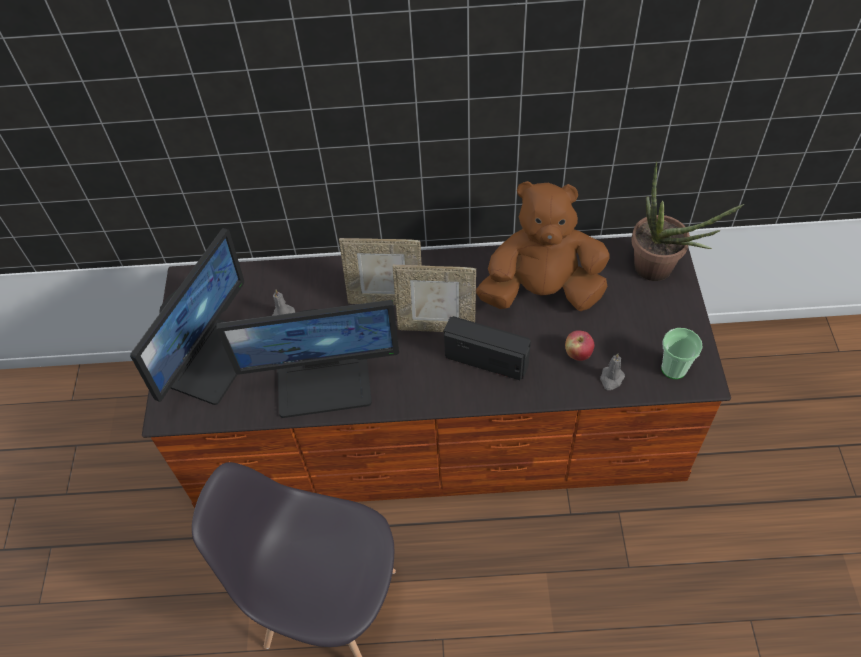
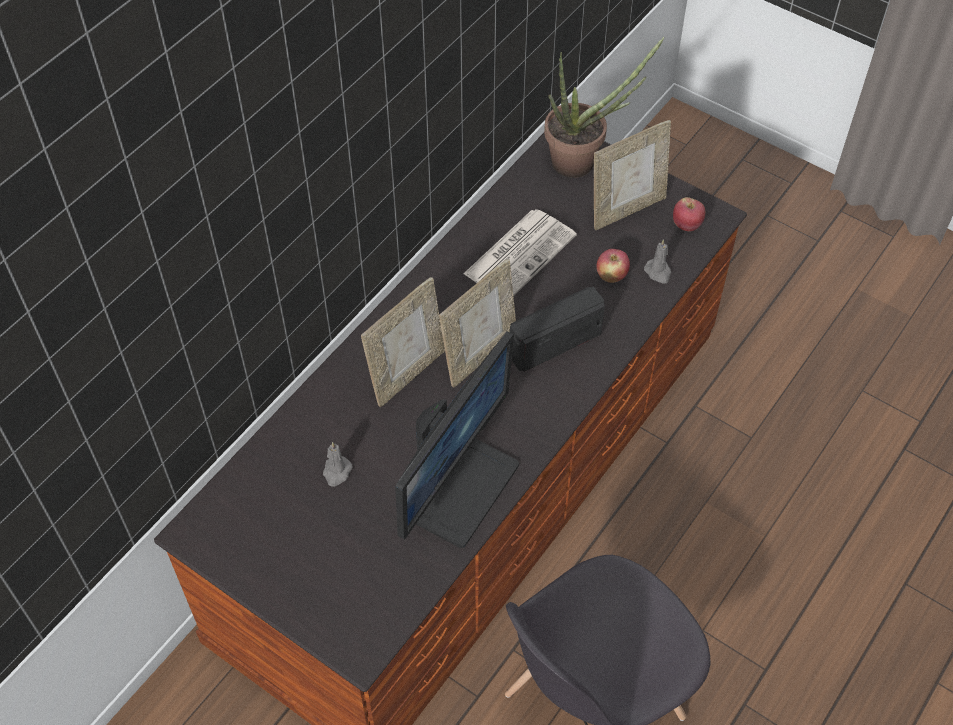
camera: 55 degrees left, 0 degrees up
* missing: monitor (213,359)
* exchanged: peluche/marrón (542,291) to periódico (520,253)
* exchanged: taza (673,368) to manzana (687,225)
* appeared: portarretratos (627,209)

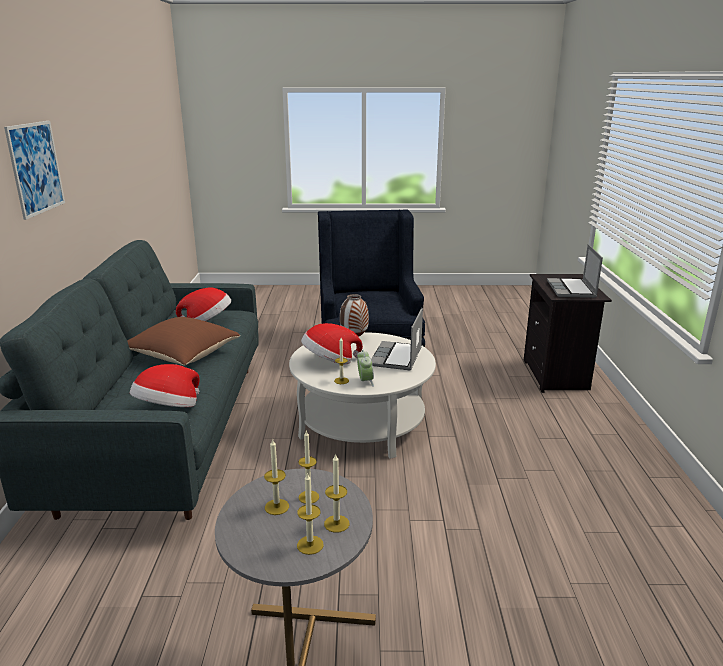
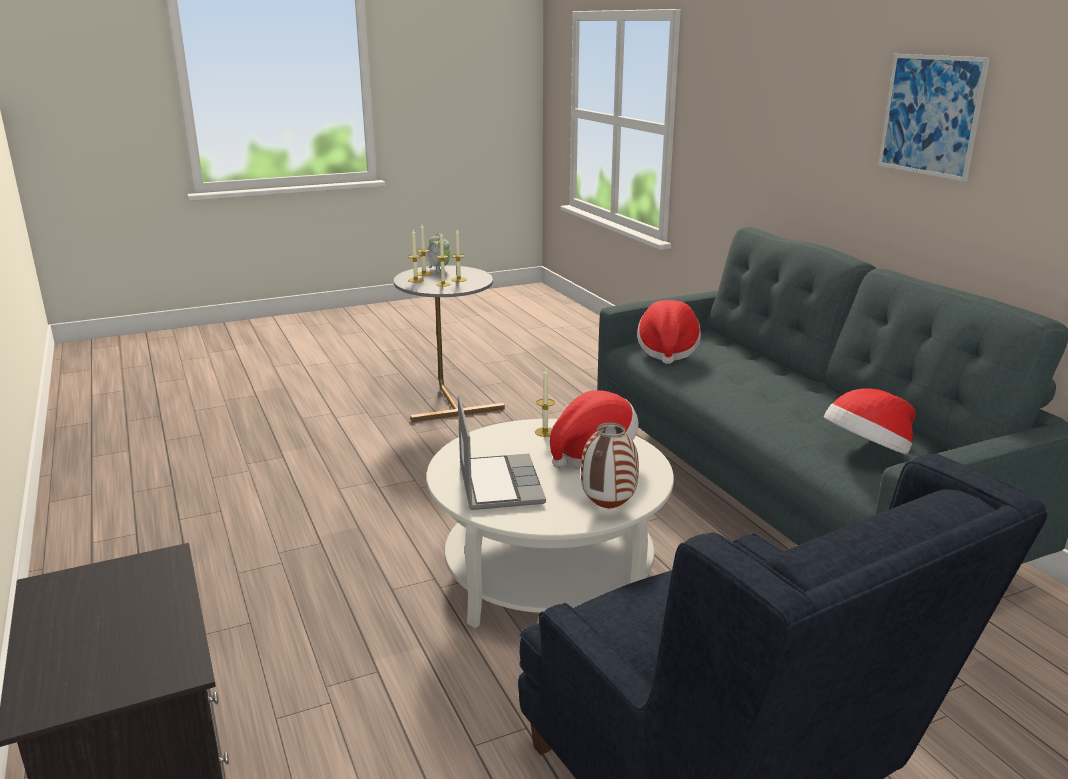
camera: 155 degrees right, 0 degrees up
* missing: cojín/marrón (181,357)
* relocated: despertador (365,381) to (439,268)
* missing: portátil (572,289)

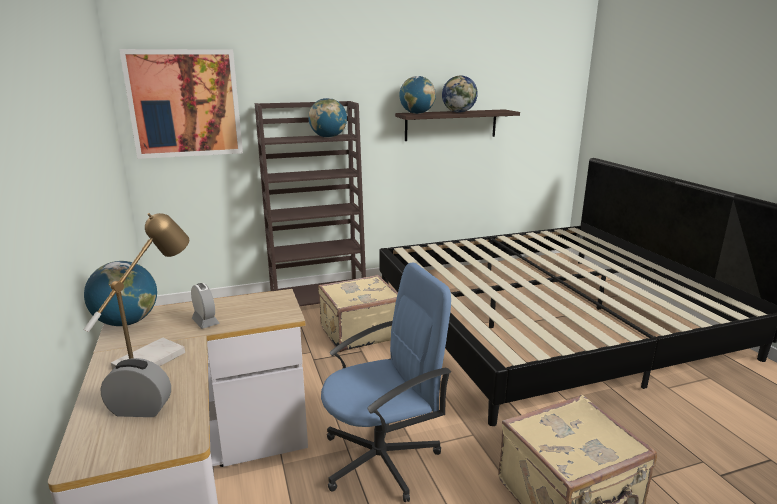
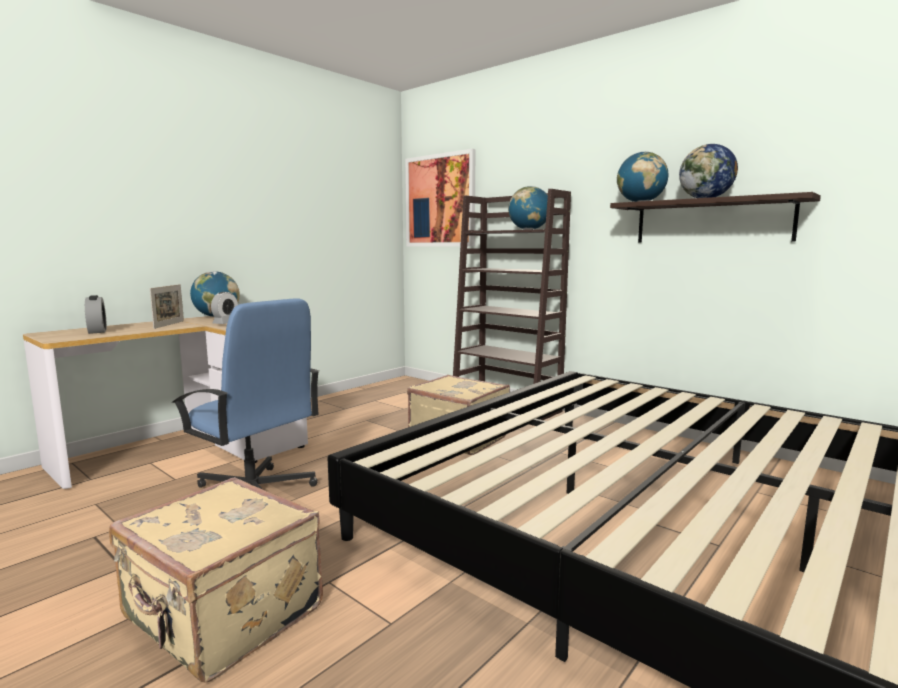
camera: 60 degrees right, 10 degrees down
* exchanged: lámpara de mesa (156,356) to portarretratos (169,324)

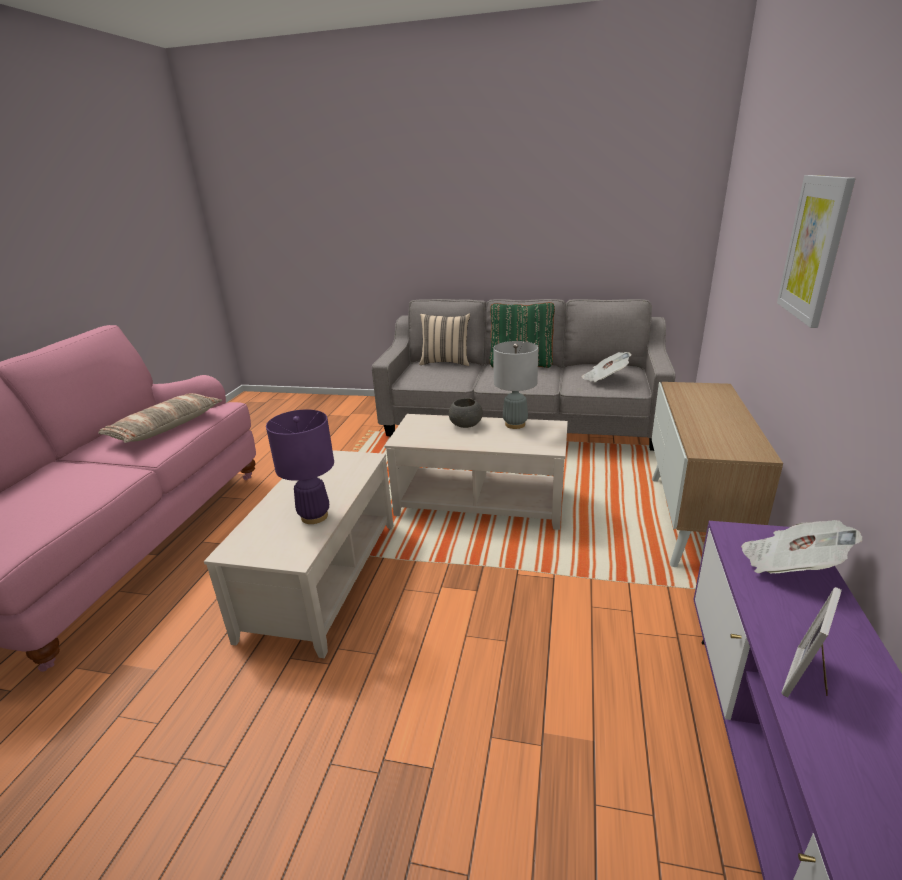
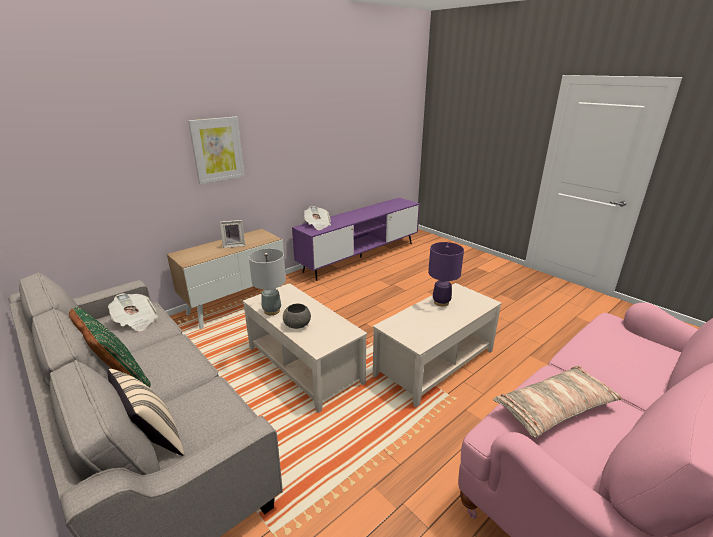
camera: 145 degrees left, 0 degrees up
* relocated: portarretratos (809,678) to (234,245)

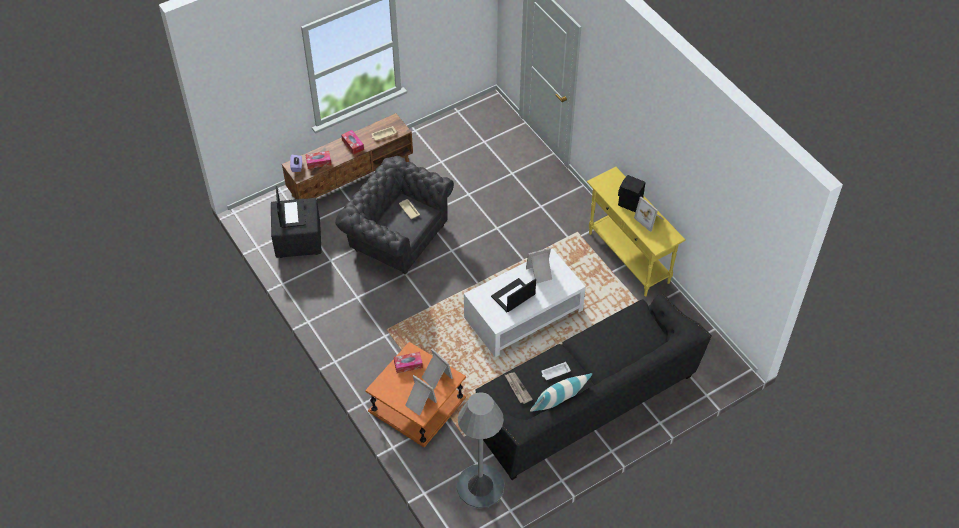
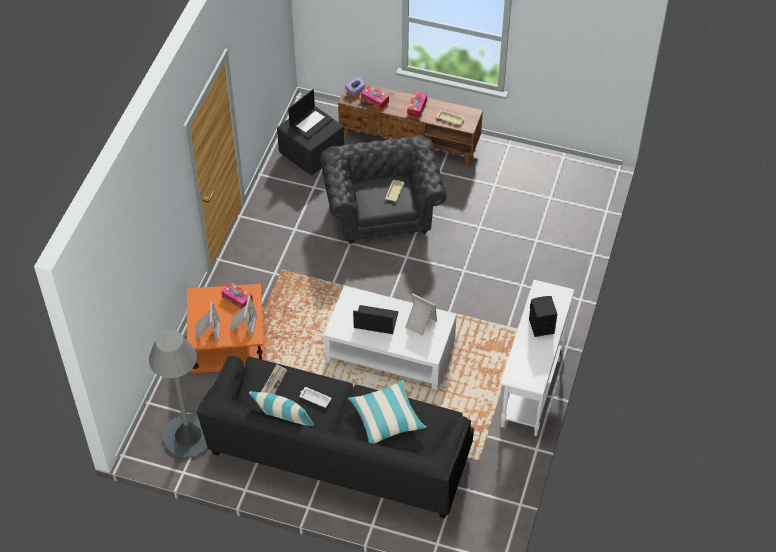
camera: 50 degrees right, 0 degrees up
* colour: mesa consola/amarillo (628,258) to mesa consola/blanco (531,386)
* missing: portarretratos (650,219)
* appeared: cojín (386,418)

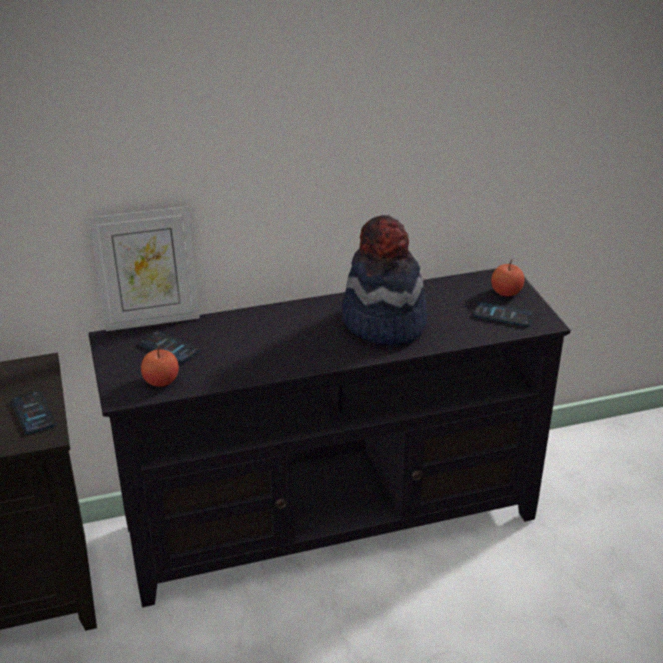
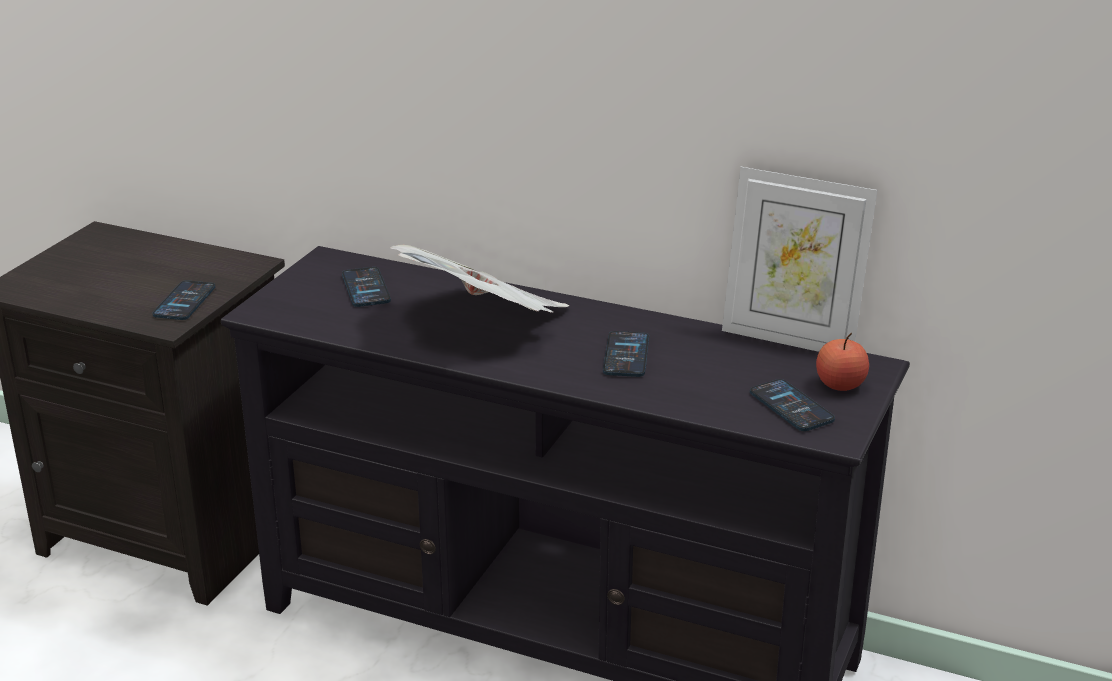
camera: 40 degrees right, 5 degrees down
* relocated: portarretratos (152,319) to (790,338)
* missing: manzana (161,381)
* exchanged: sombrero (383,323) to móvil (626,355)
* appeared: periódico (484,322)

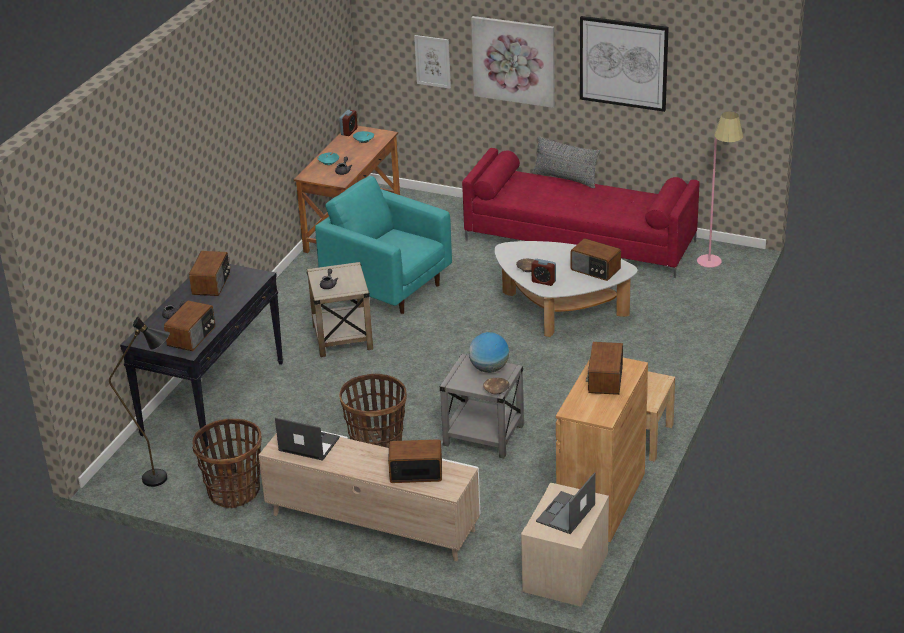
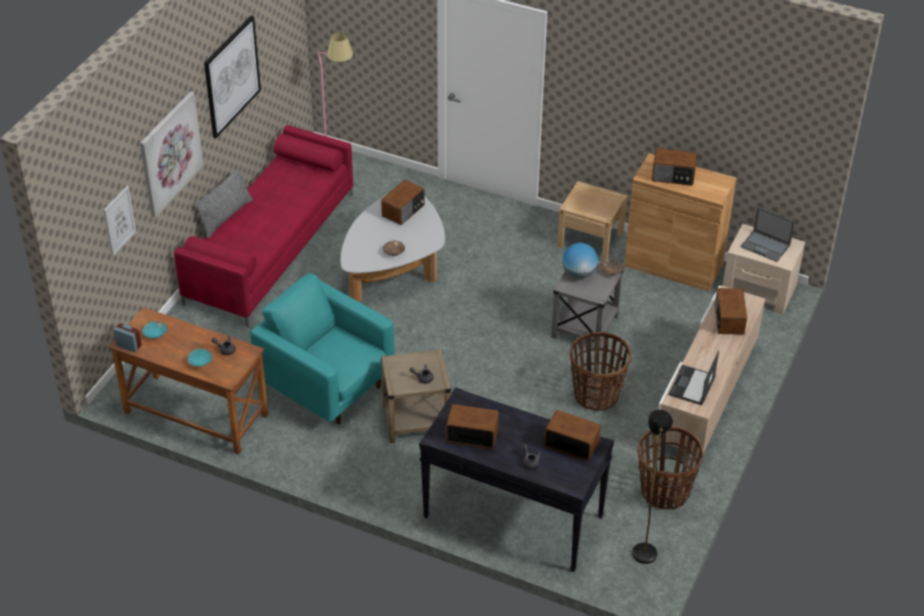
camera: 90 degrees left, 10 degrees up
* spun: sillón/turquesa (388,287) = (327,385) 90 degrees clockwise
* missing: despertador (543,281)

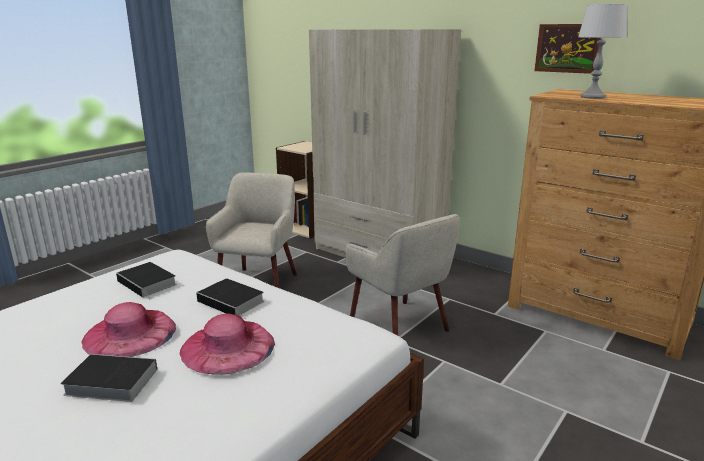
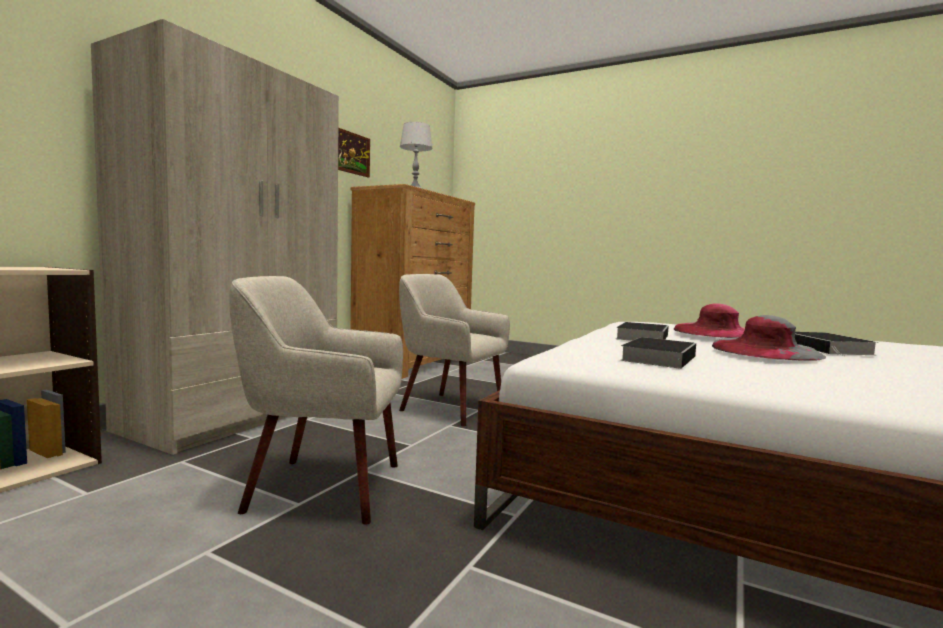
camera: 100 degrees left, 15 degrees down
* colour: sombrero/rosa (130,333) to sombrero/gris (765,350)
* spun: sillón/beis (400,326) = (450,408) 105 degrees counterclockwise

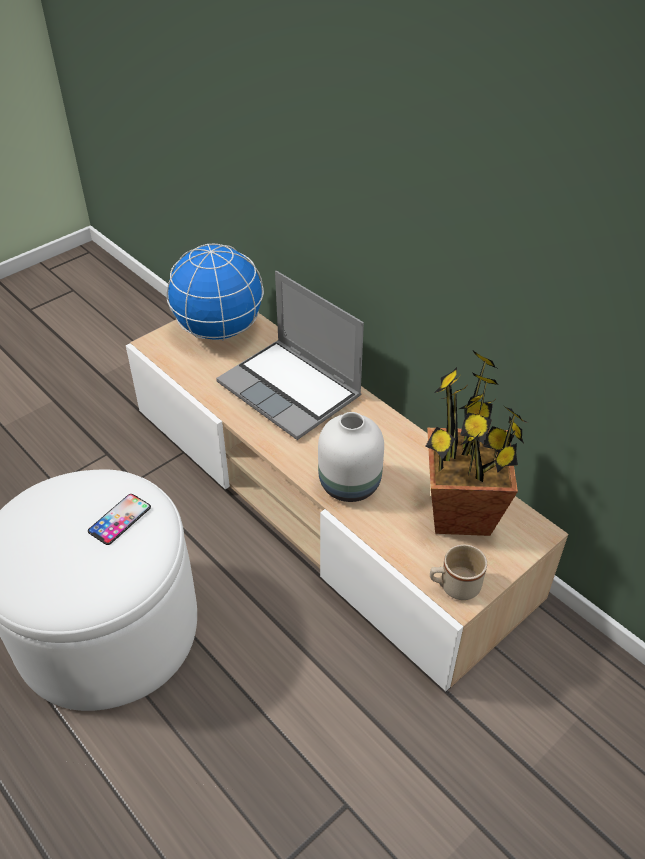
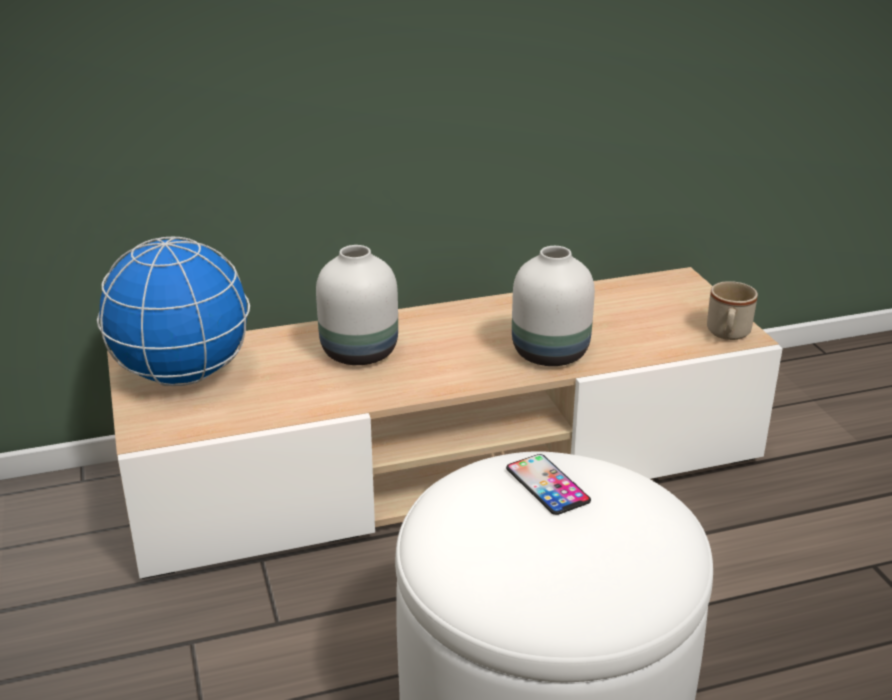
camera: 65 degrees left, 15 degrees down
* exchanged: portátil (291,390) to florero/blanco (360,351)
* missing: planta en maceta (462,513)

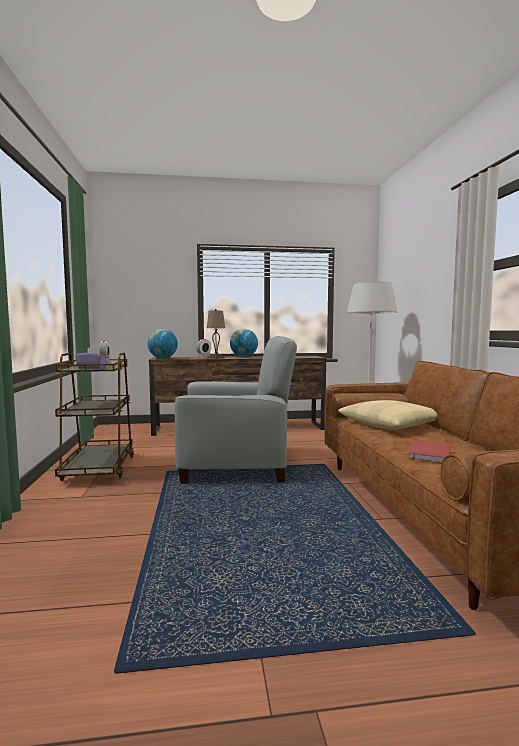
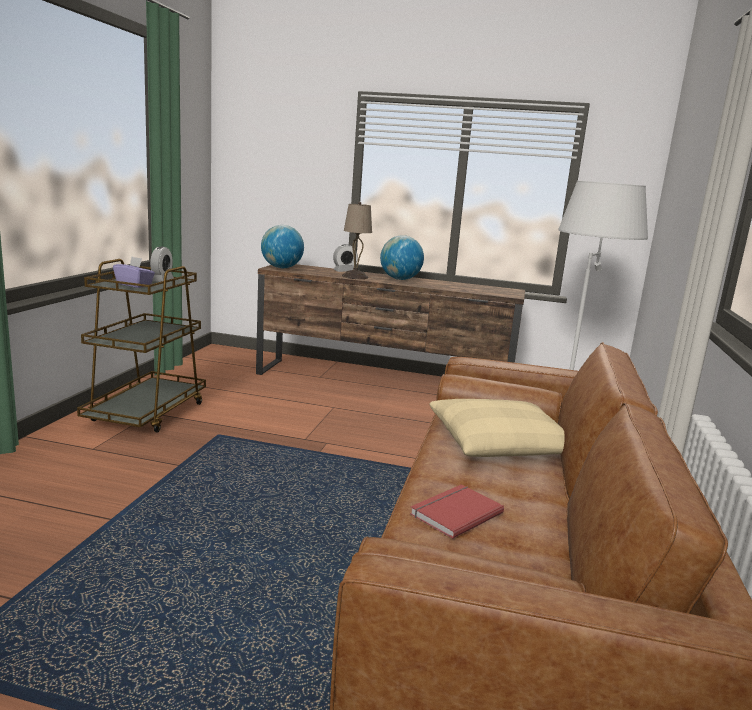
camera: 20 degrees right, 10 degrees up
* missing: sillón/gris (236,465)

